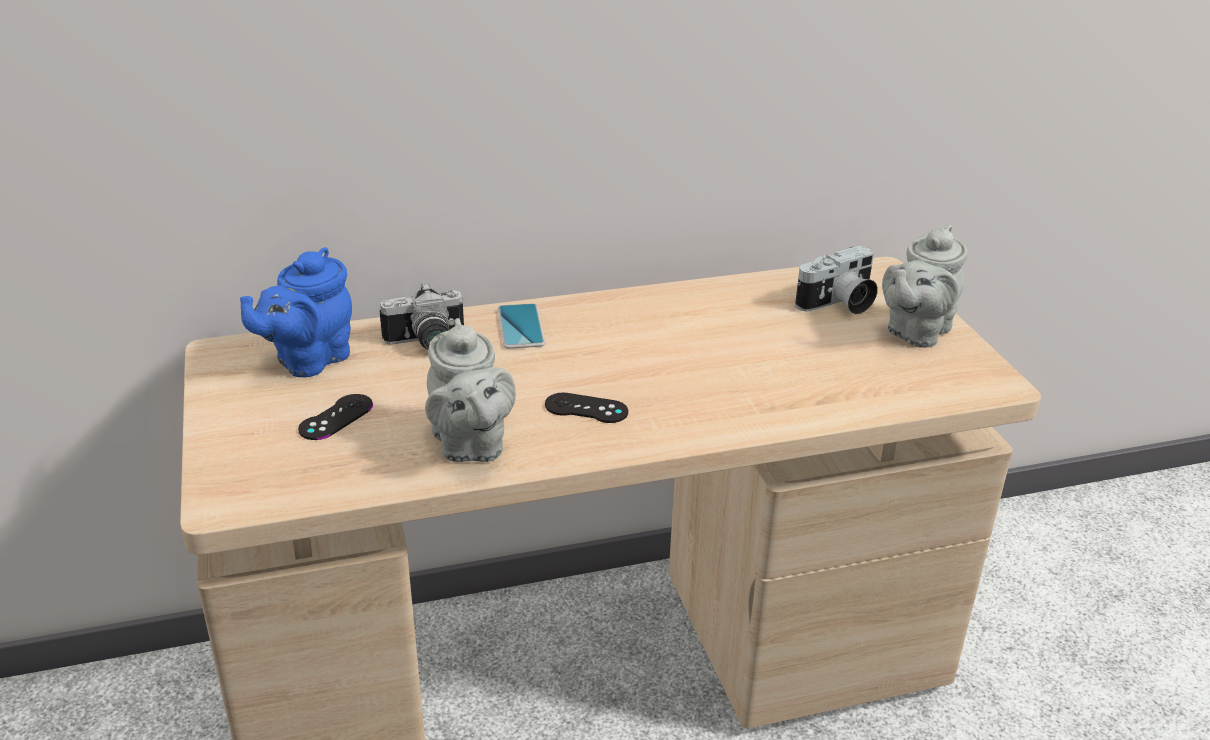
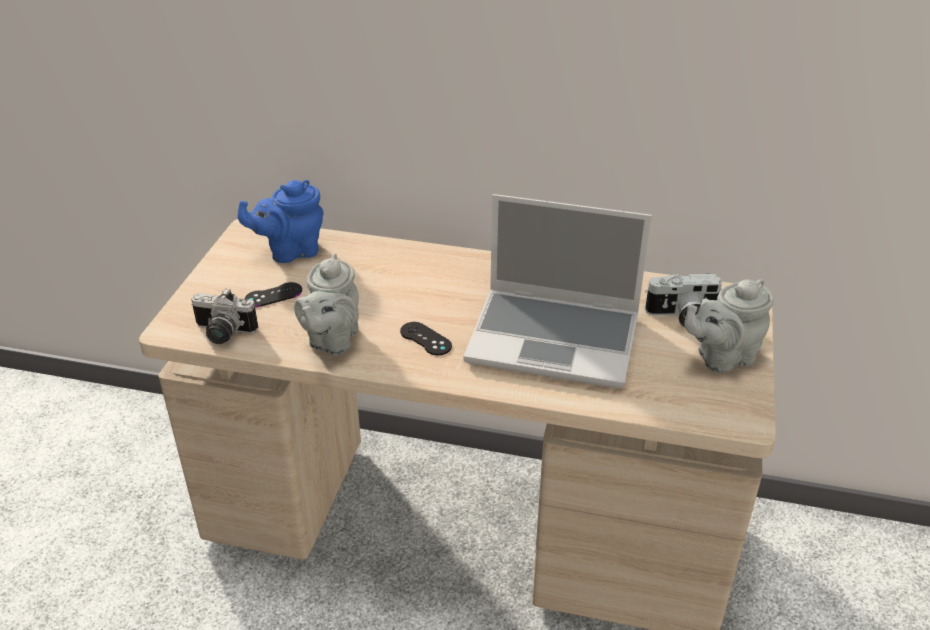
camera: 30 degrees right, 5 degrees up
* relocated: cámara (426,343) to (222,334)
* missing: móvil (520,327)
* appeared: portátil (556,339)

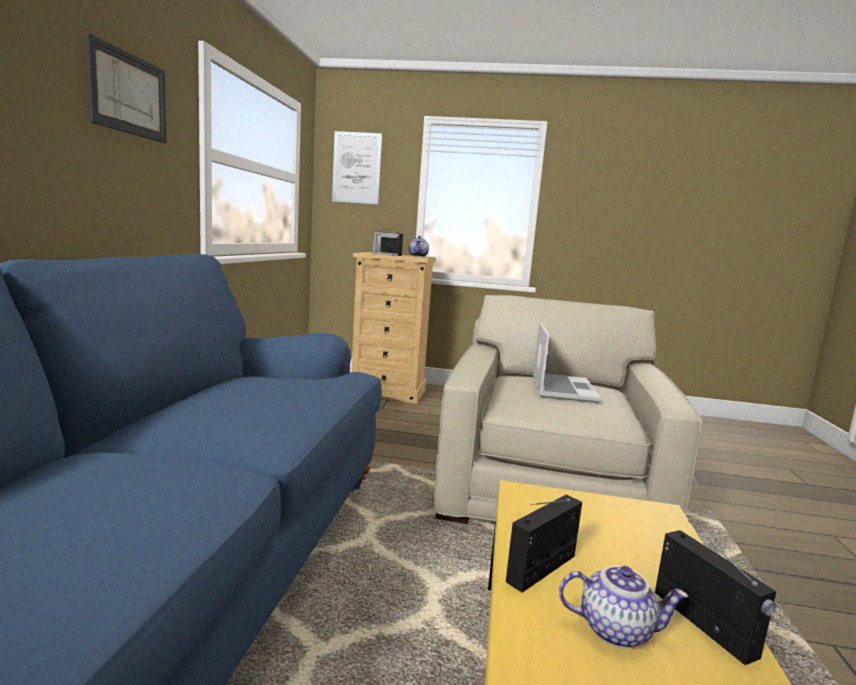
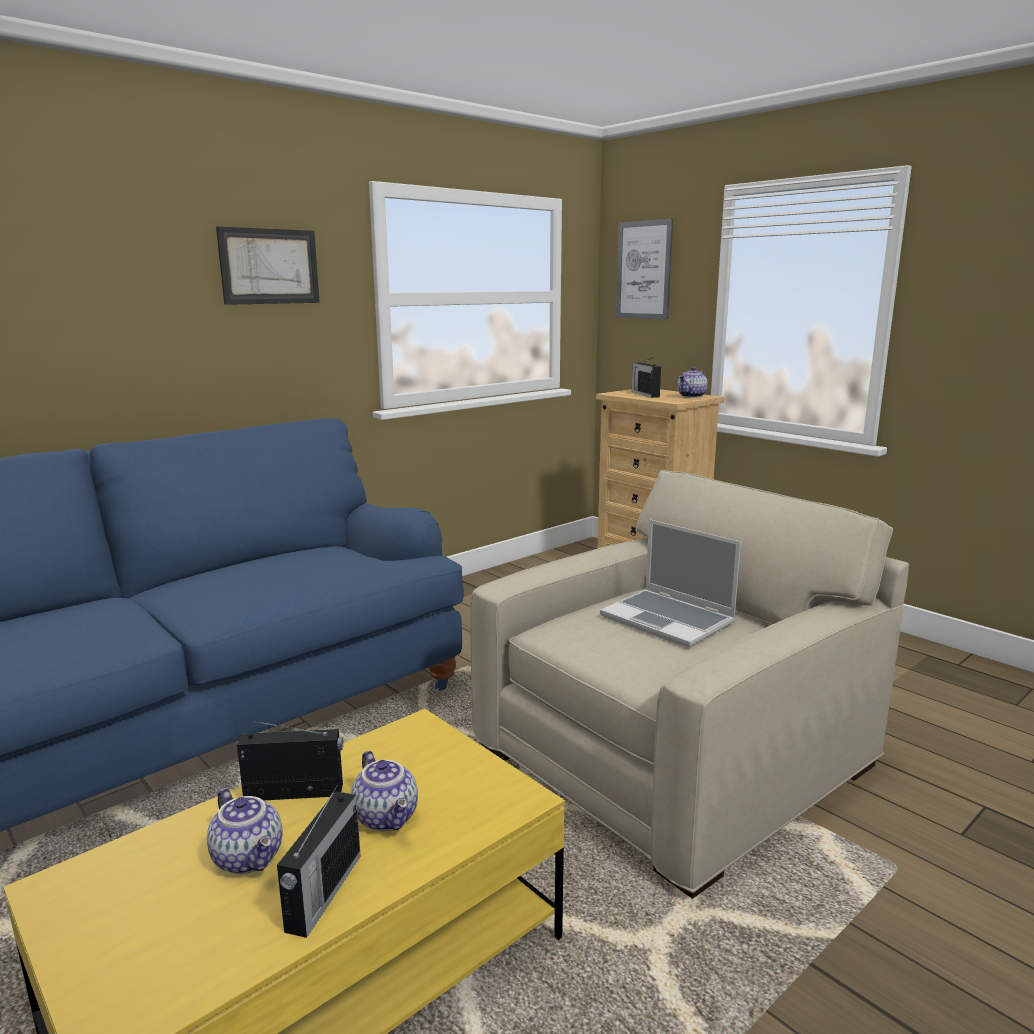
camera: 40 degrees right, 5 degrees up
* spun: portátil (562,389) = (669,620) 90 degrees clockwise
* appeared: tetera (387,817)

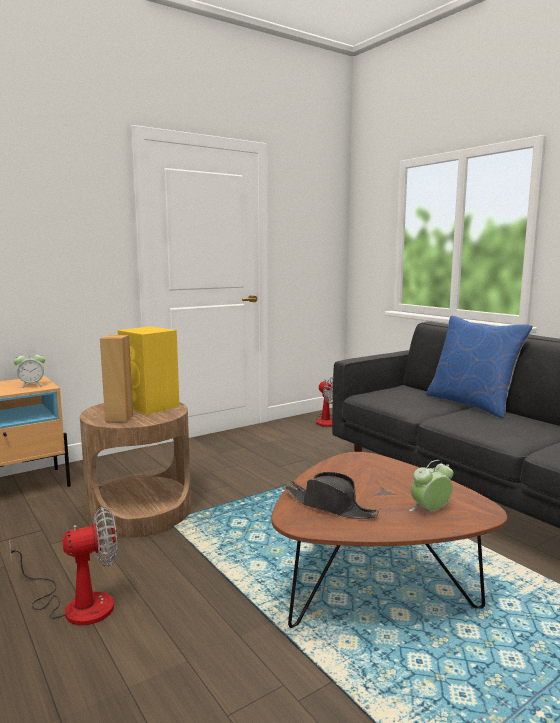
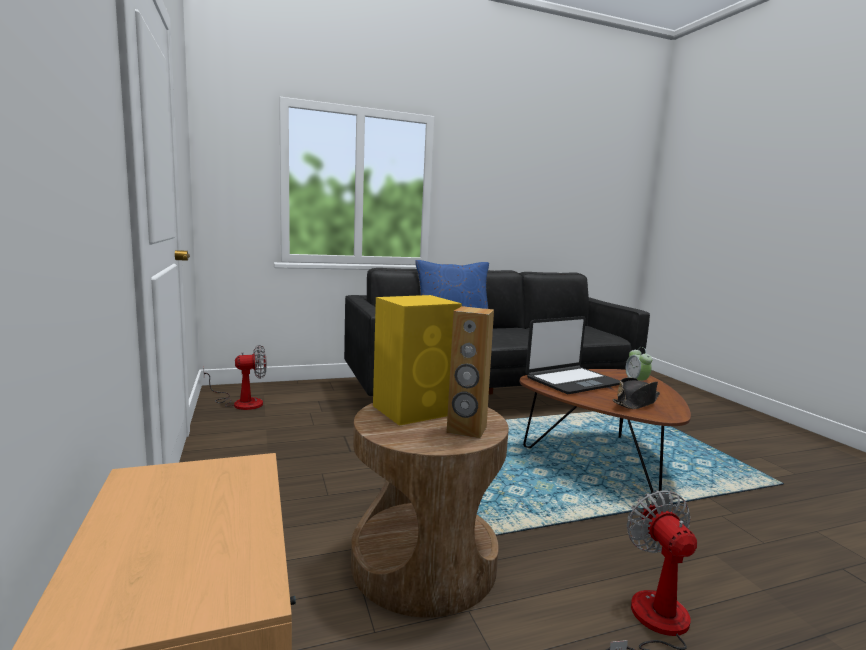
camera: 75 degrees left, 0 degrees up
* missing: despertador (31,385)
* appeared: portátil (572,381)

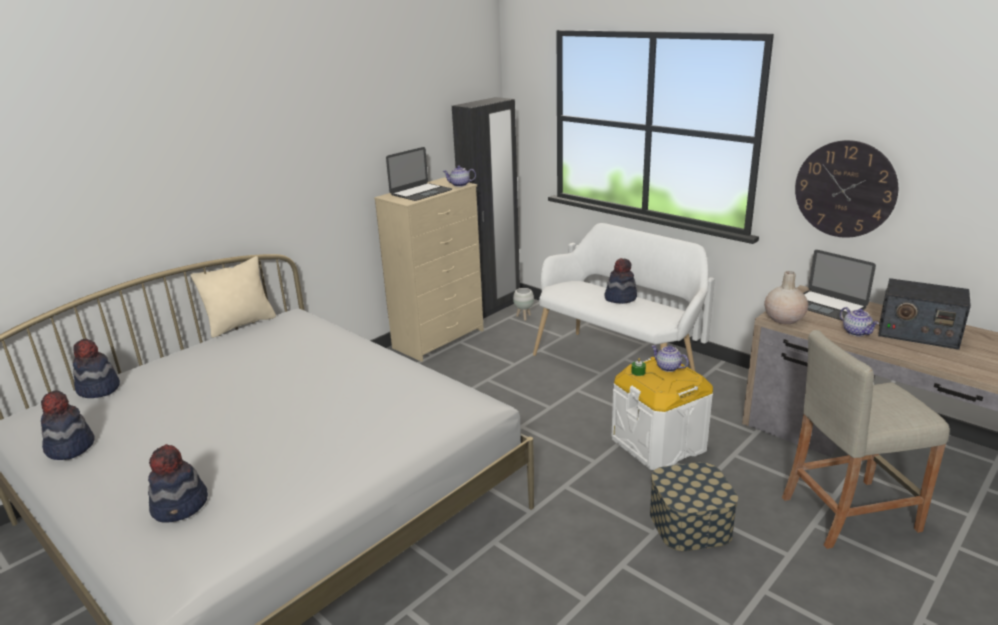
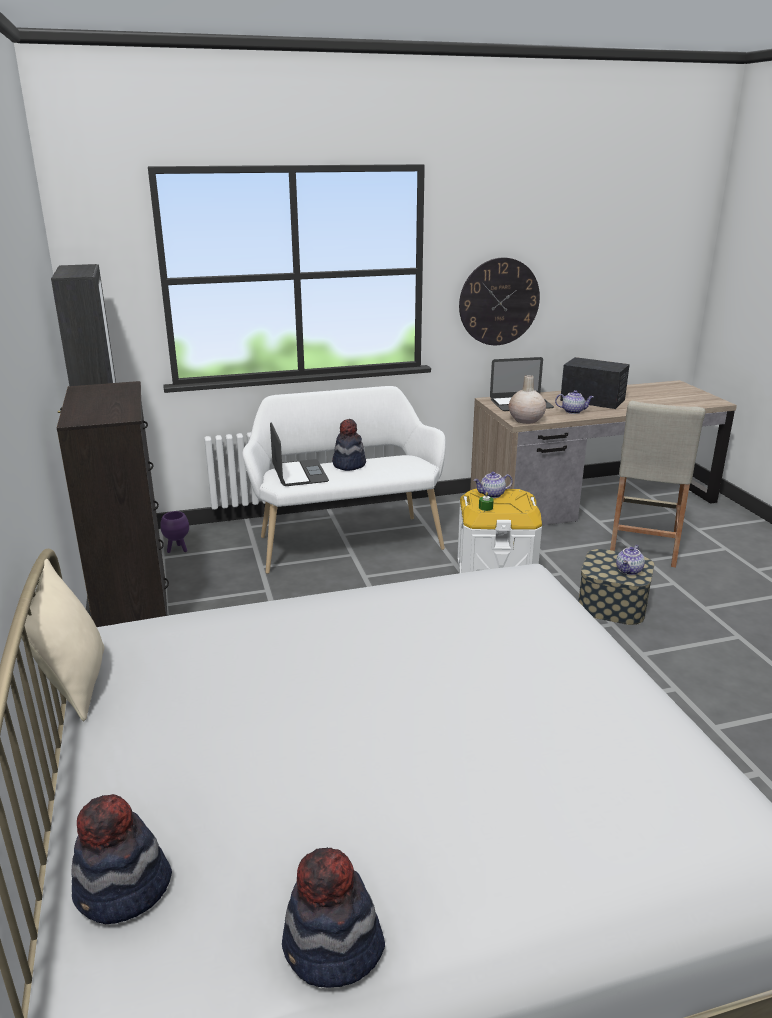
camera: 60 degrees left, 0 degrees up
* missing: sombrero (181,506)
* colour: cómoda/beis (440,339) to cómoda/negro (136,615)
* relocated: portátil (421,192) to (299,473)
* relocated: tetera (459,185) to (629,571)
* colour: maceta/blanco (524,317) to maceta/morado (177,550)
* spun: radio (917,333) = (593,400) 120 degrees counterclockwise

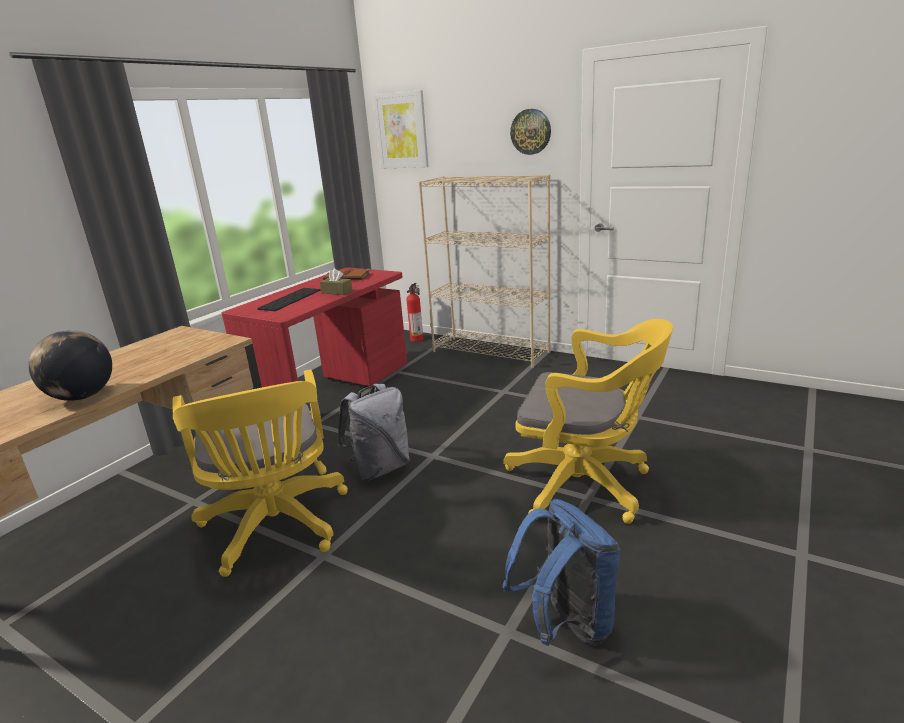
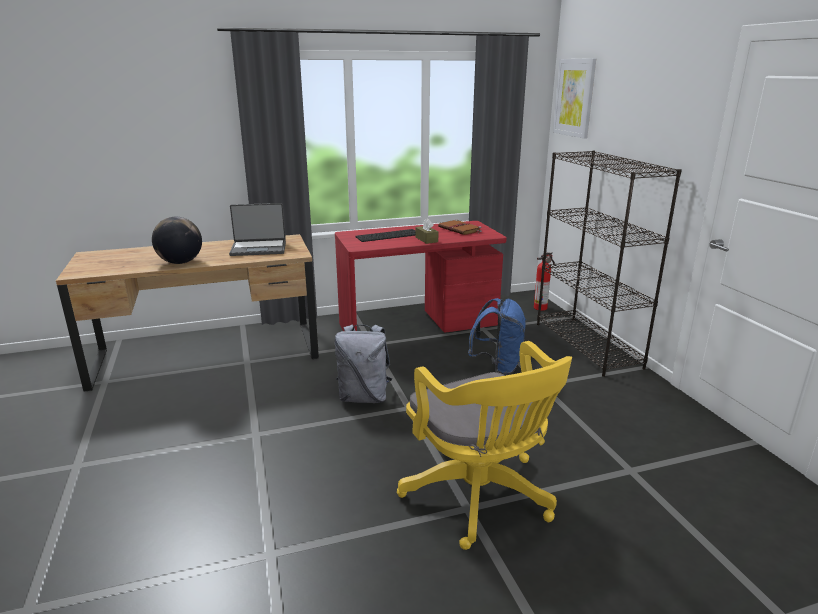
camera: 40 degrees right, 0 degrees up
* missing: silla de oficina/amarillo (276,528)
* colour: estantería/beis (491,352) to estantería/negro (587,345)
* relocated: mochila/azul (566,623) to (498,366)
* missing: reloj de pared (530,132)
* appeared: portátil (259,249)

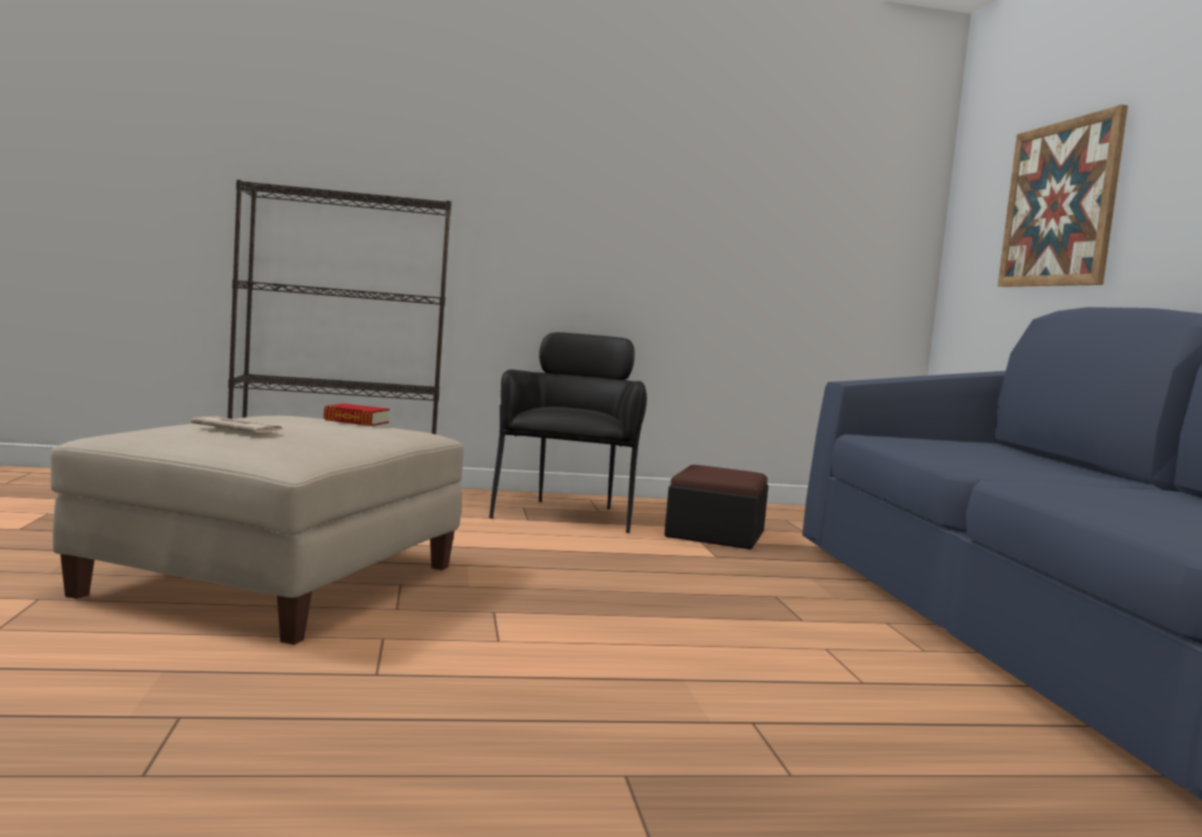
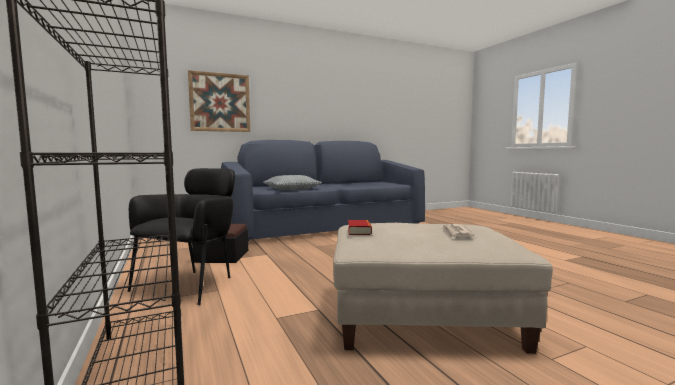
camera: 105 degrees left, 0 degrees up
* spun: sillón/negro (567,514) = (191,284) 120 degrees clockwise
* appeared: cojín (291,189)

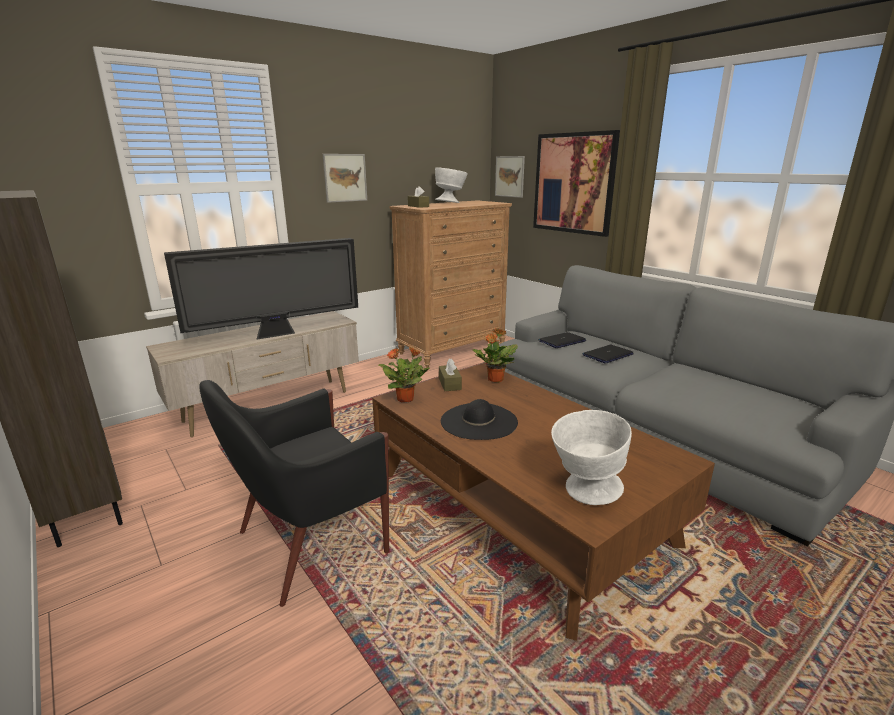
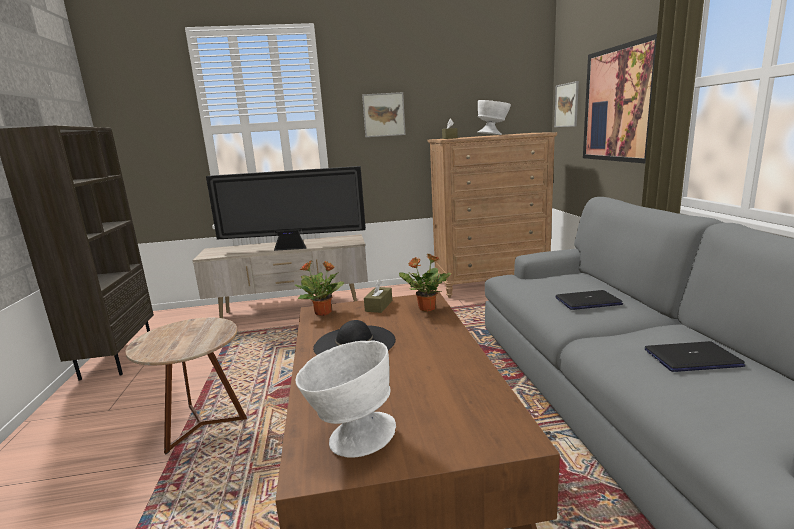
camera: 30 degrees right, 5 degrees down
* exchanged: sillón/negro (308,543) to mesa auxiliar/marrón (202,425)
* relocated: portátil (562,341) to (692,358)

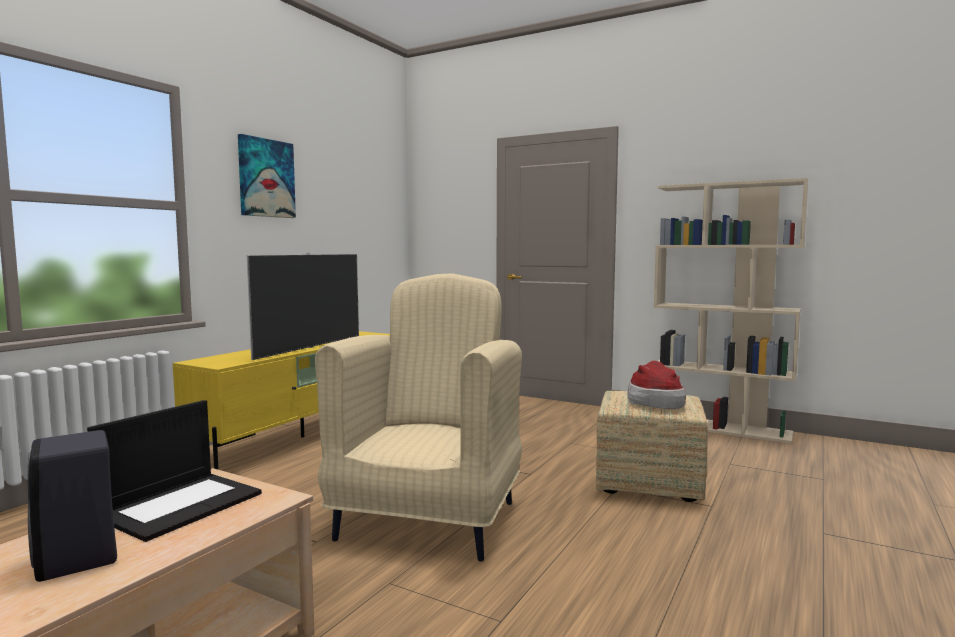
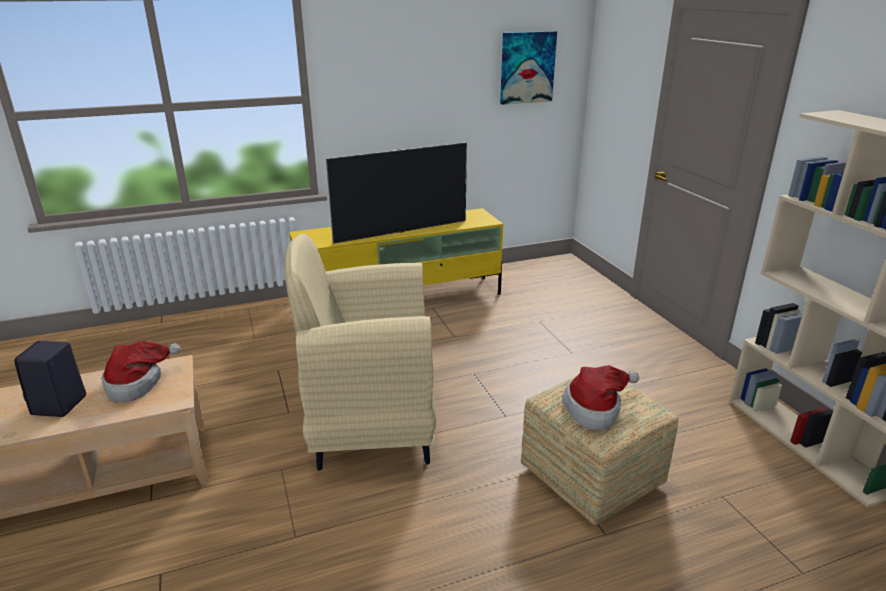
camera: 40 degrees right, 20 degrees up
* exchanged: portátil (181,504) to sombrero (137,383)
* relocated: cuadro (266,178) to (527,67)
* spun: sillón/beis (429,519) = (371,427) 150 degrees counterclockwise

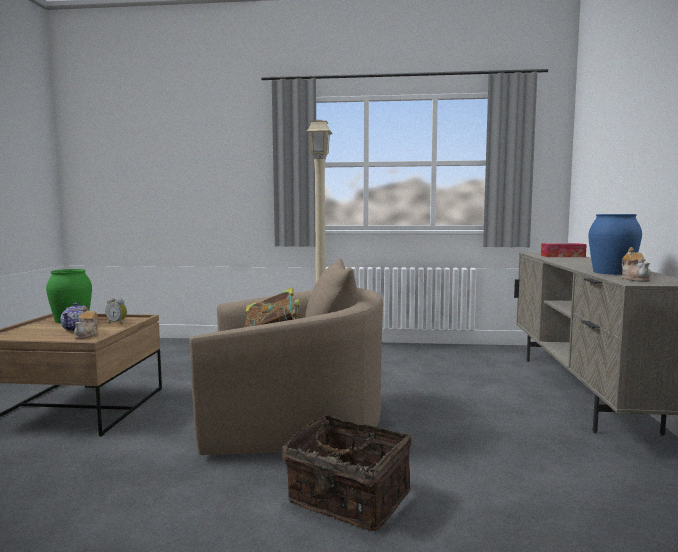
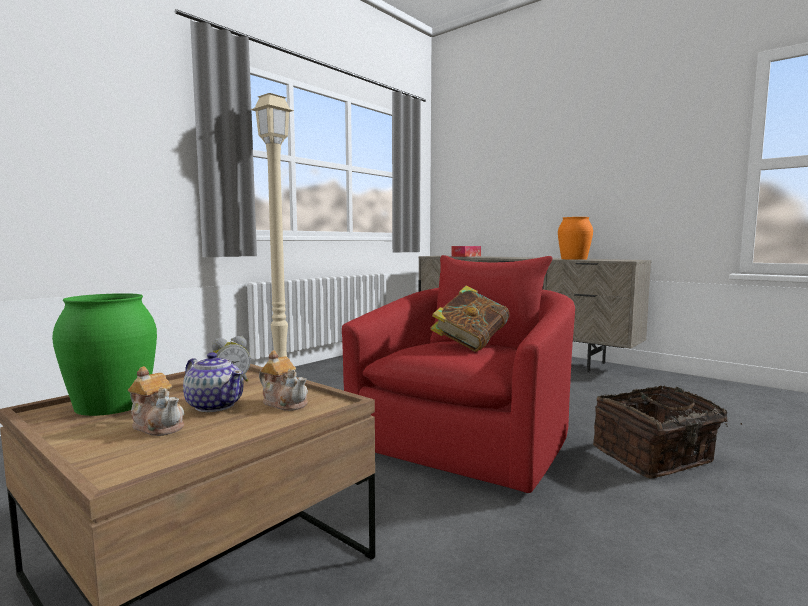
camera: 55 degrees left, 0 degrees up
* colour: sillón/beis (291,422) to sillón/rojo (470,439)
* colour: florero/azul (611,272) to florero/naranja (573,259)
* relocated: tetera (635,279) to (158,426)

